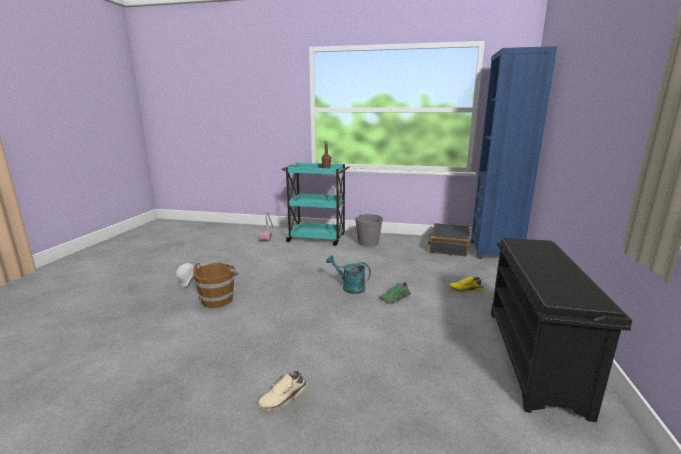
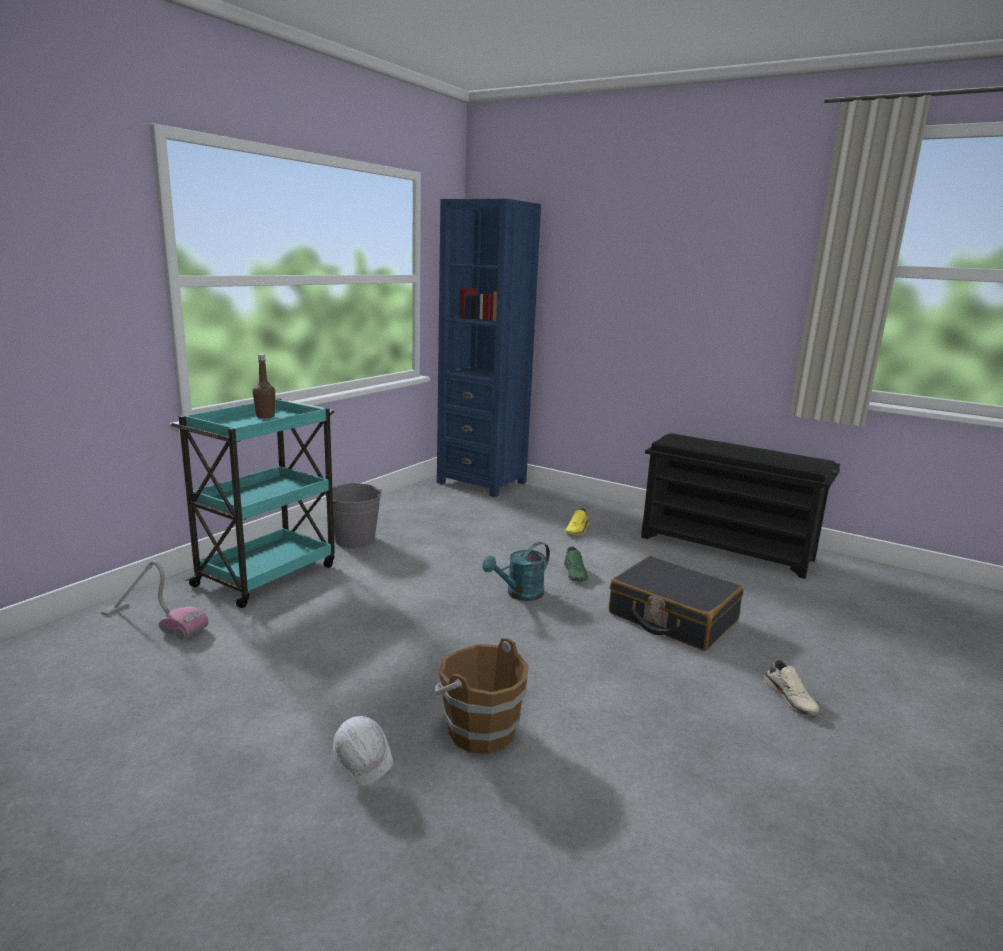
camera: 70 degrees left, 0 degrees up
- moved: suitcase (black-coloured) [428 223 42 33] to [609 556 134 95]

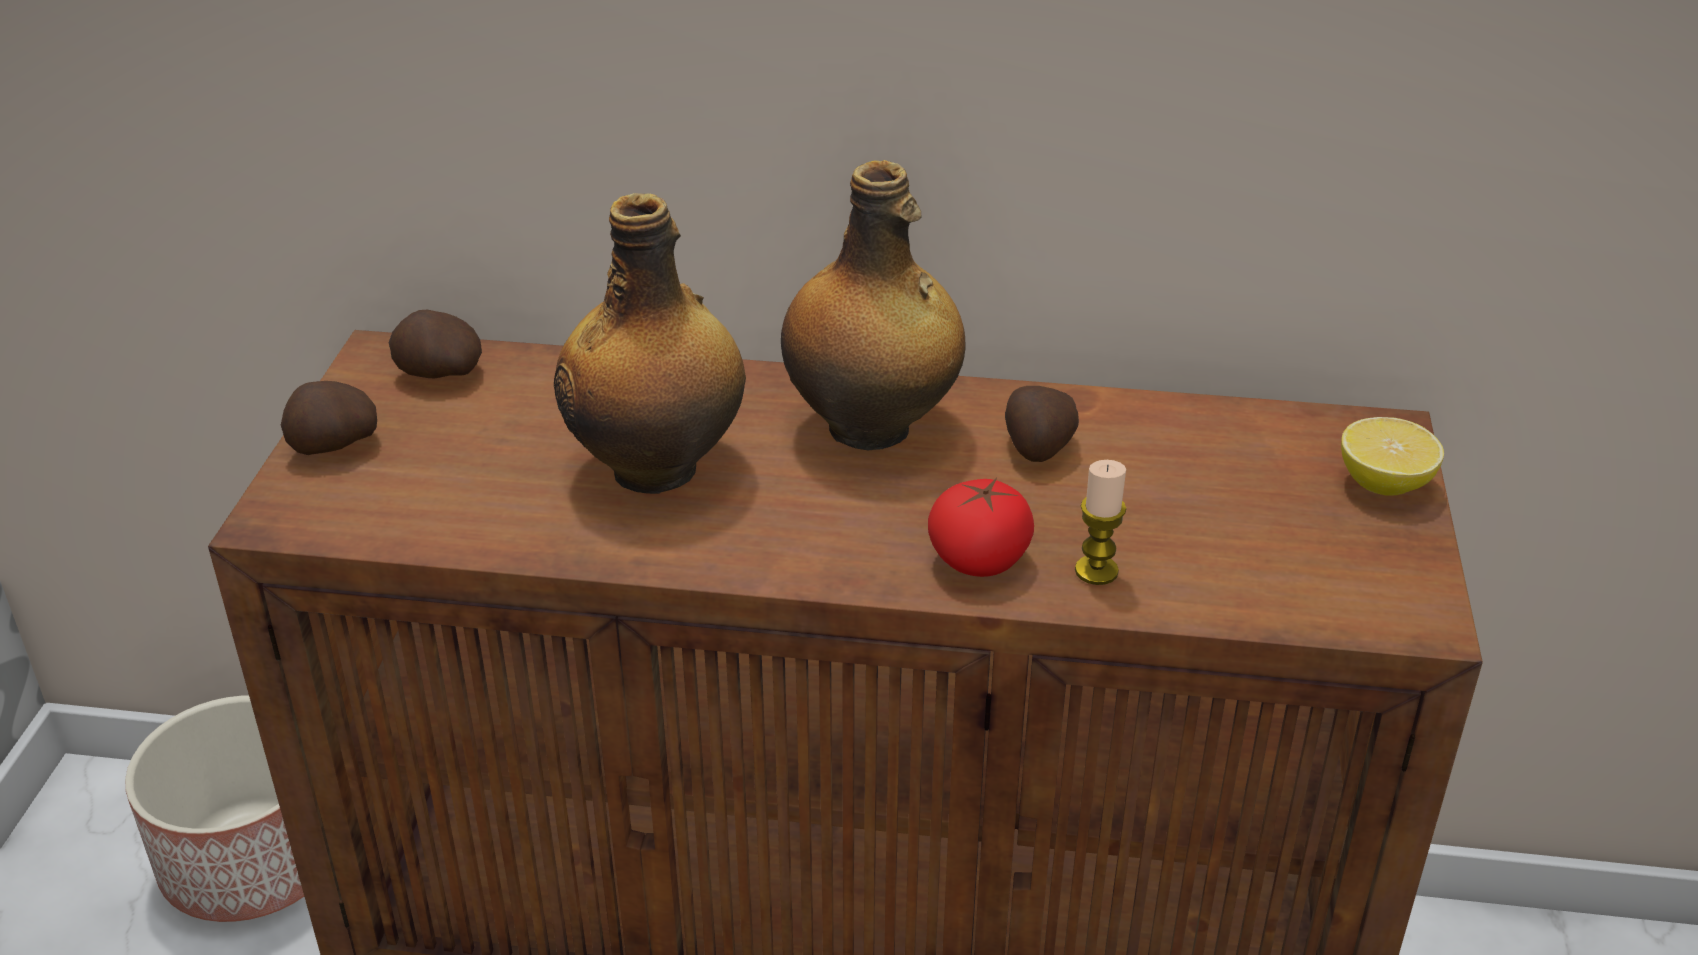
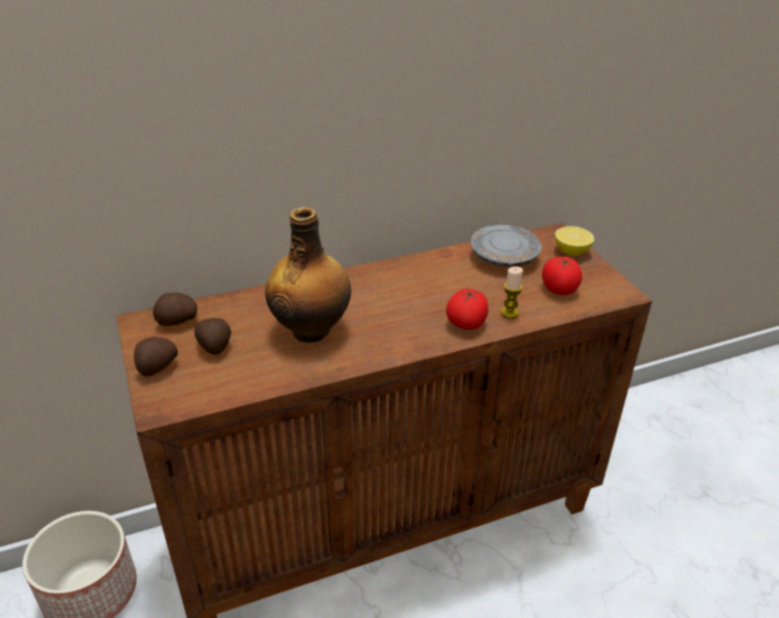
camera: 30 degrees left, 0 degrees up
- moved: spud [1005 386 74 76] to [194 318 37 37]
- added: plate (gray) [471 225 71 43]
- added: whole tomato [542 257 40 38]
- removed: drink bottle [781 160 184 291]

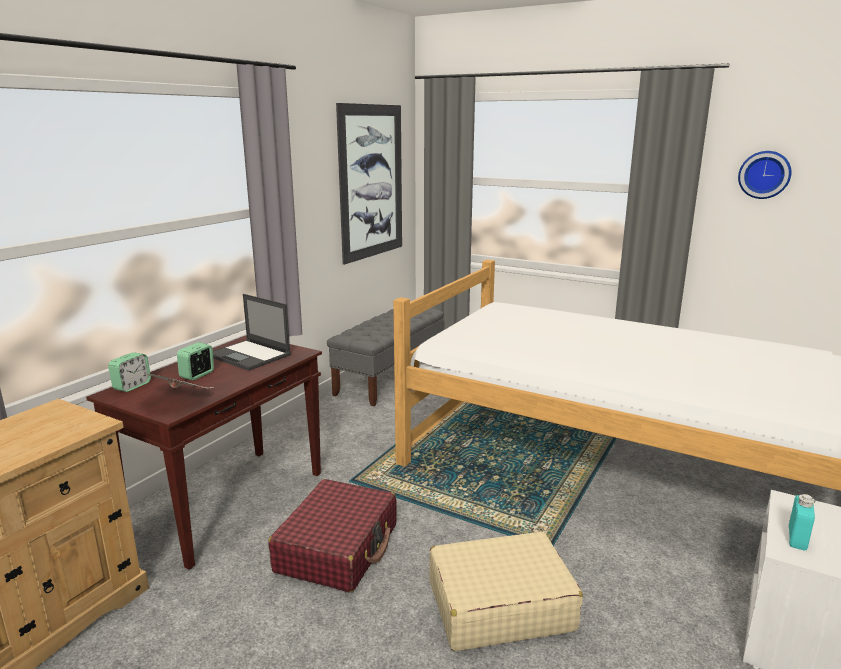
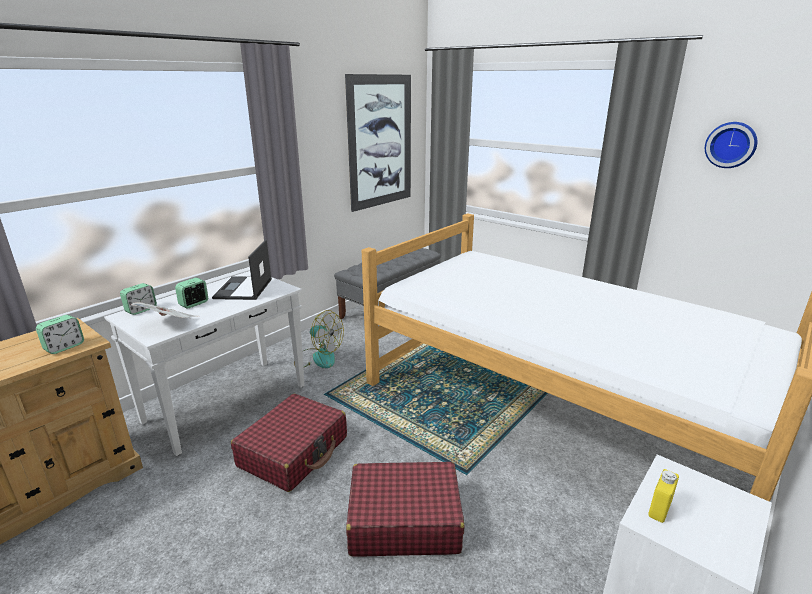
camera: 10 degrees right, 5 degrees up
- added: table clock [36 315 48 39]
- recoloured: hall table (brown-coloured) [86 335 236 235] to hall table (white-coloured) [104 271 201 185]
- turned: laptop [213 294 78 77] = [212 240 60 60] 45 degrees clockwise
- added: fan [294 310 50 58]
- recoloured: suitcase (beige) [429 531 154 120] to suitcase (red-coloured) [346 462 118 94]
- recoloured: drink bottle (turquoise-coloured) [789 494 27 57] to drink bottle (yellow-coloured) [649 469 30 54]

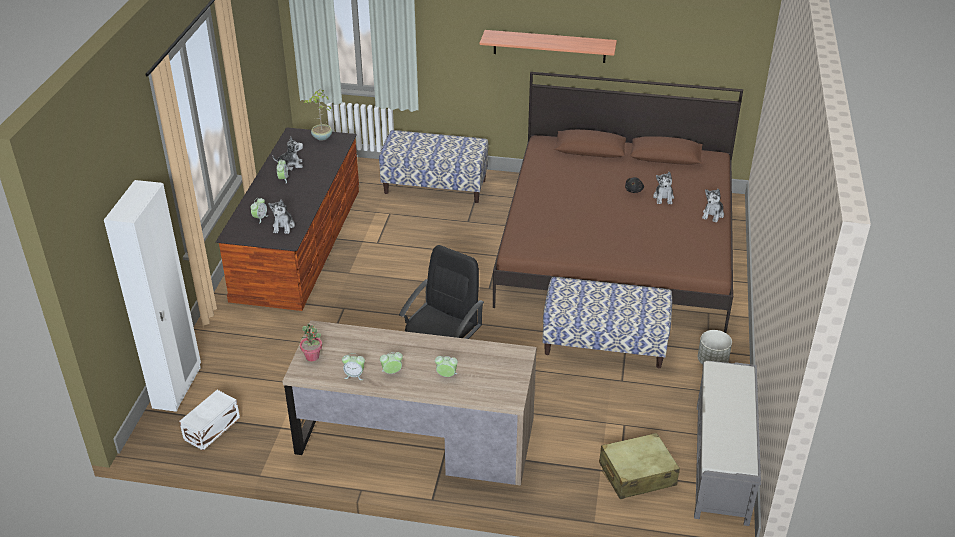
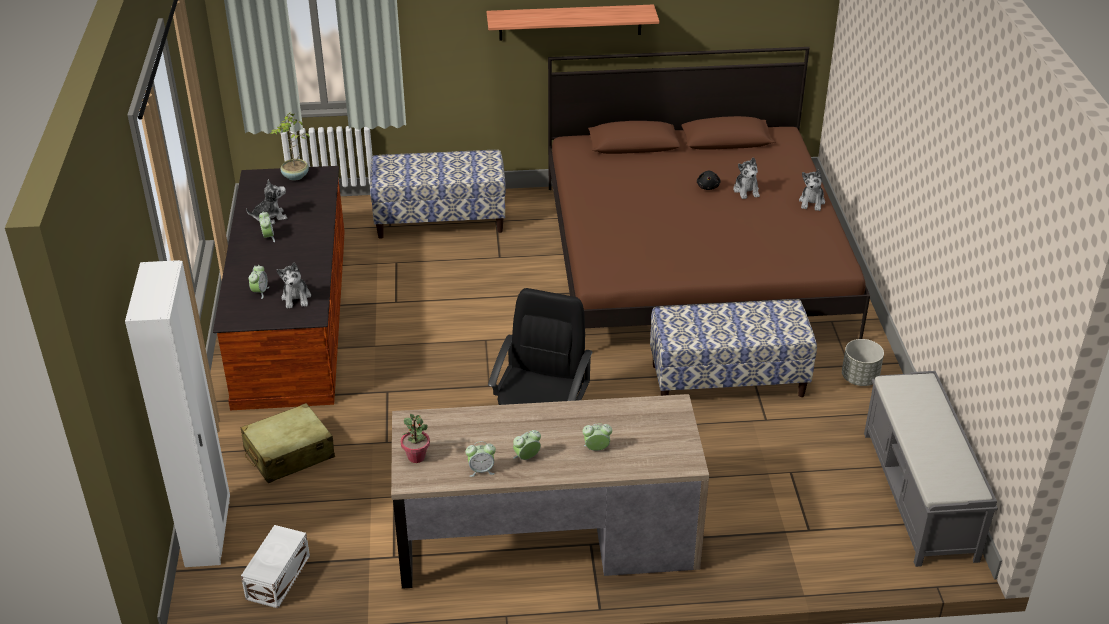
camera: 15 degrees left, 0 degrees up
- moved: suitcase (beige) [599 433 81 66] to [240 403 95 80]

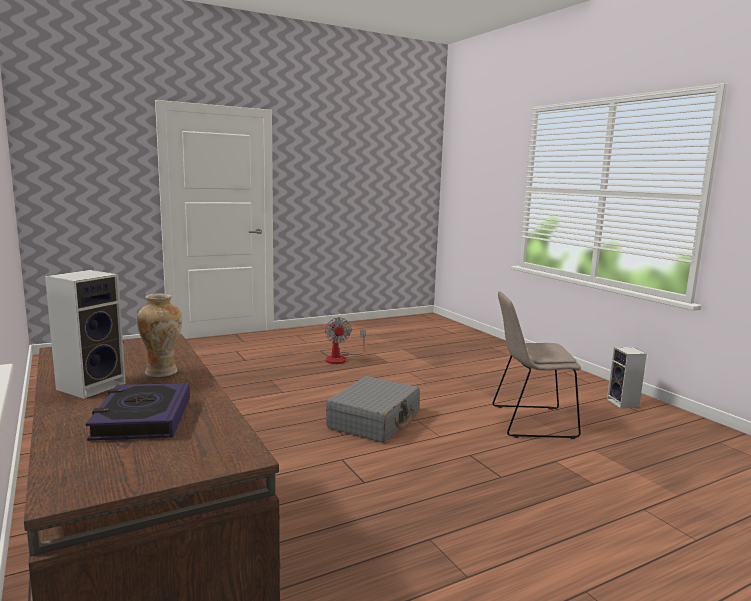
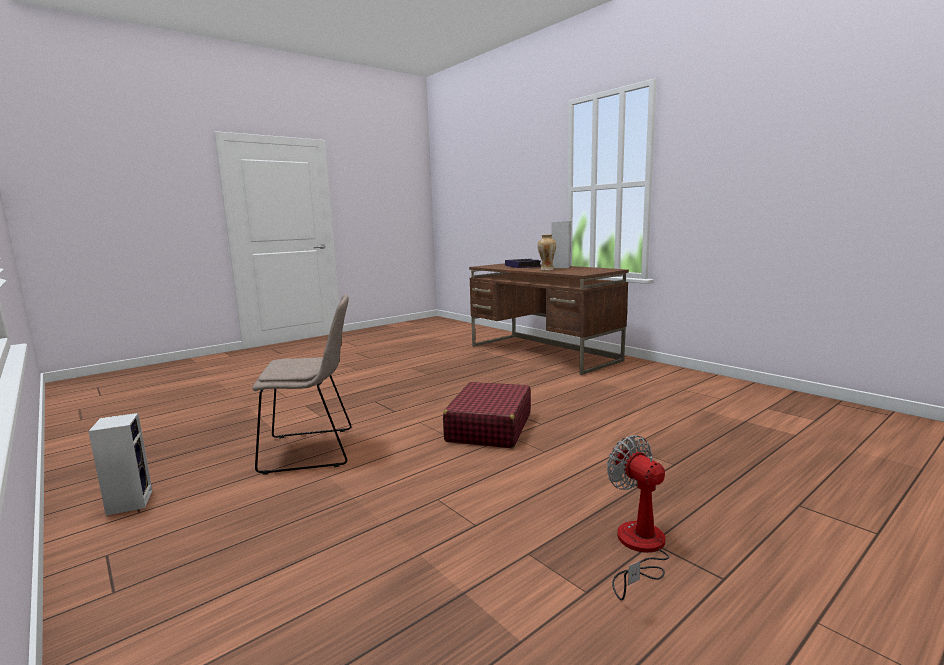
camera: 170 degrees right, 0 degrees up
- recoloured: suitcase (gray) [326 376 94 67] to suitcase (red-coloured) [443 382 88 66]

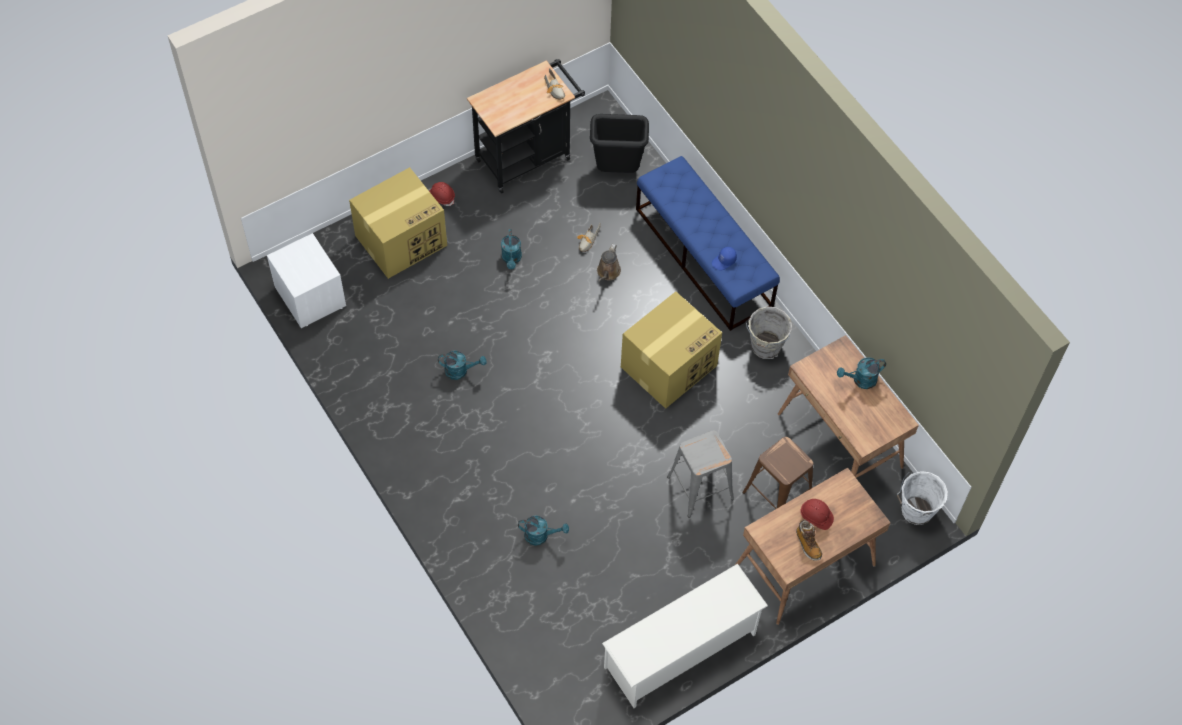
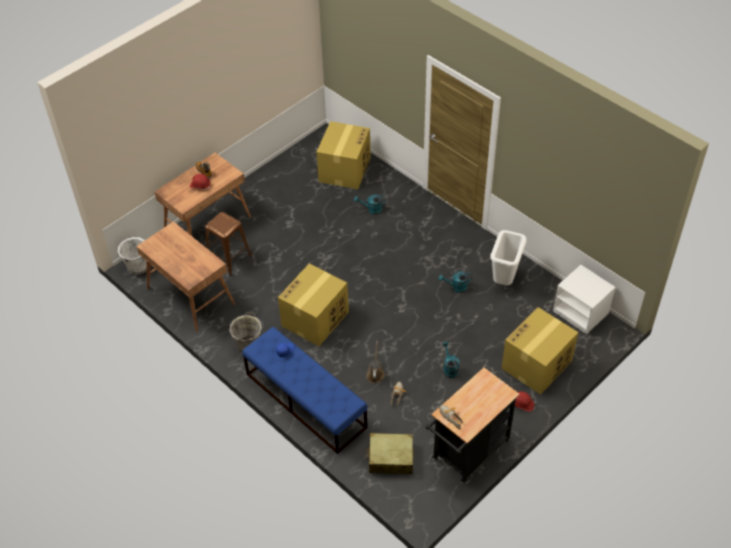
camera: 170 degrees right, 10 degrees down
- added: cardboard box [316 121 55 68]
- replaced: waste bin (black-coloured) [590 114 59 59] to suitcase (beige) [366 433 48 41]
- added: waste bin (white-coloured) [490 230 37 55]
- removed: shoe rack (white-coloured) [602 564 166 144]
- removed: stool seat (gray) [667 430 67 88]
- removed: watering pot (turquoise-coloured) [837 357 49 32]

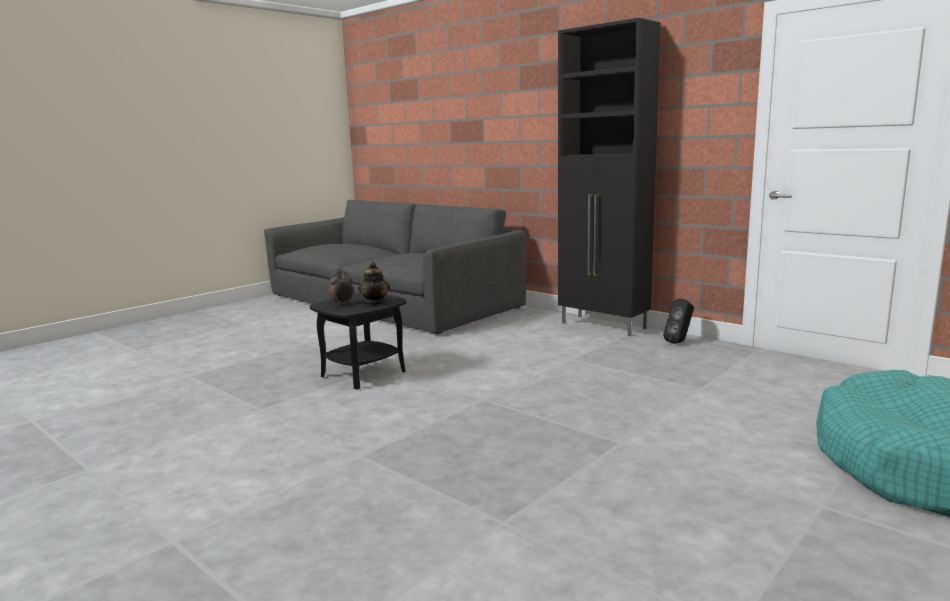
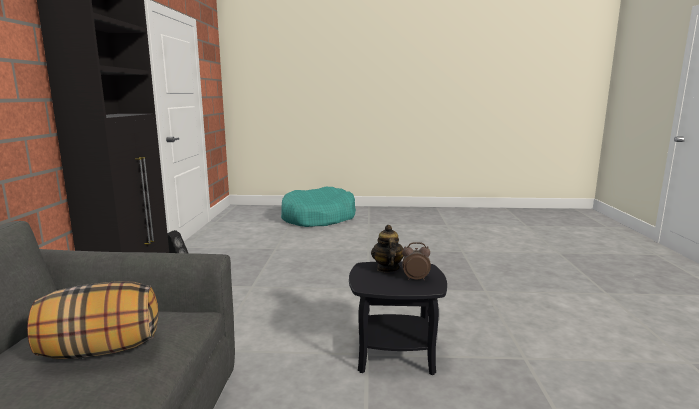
camera: 130 degrees left, 0 degrees up
- added: cushion [27 282 131 77]
- turned: pot for tea [358 262 32 43] = [371 225 33 47] 45 degrees counterclockwise

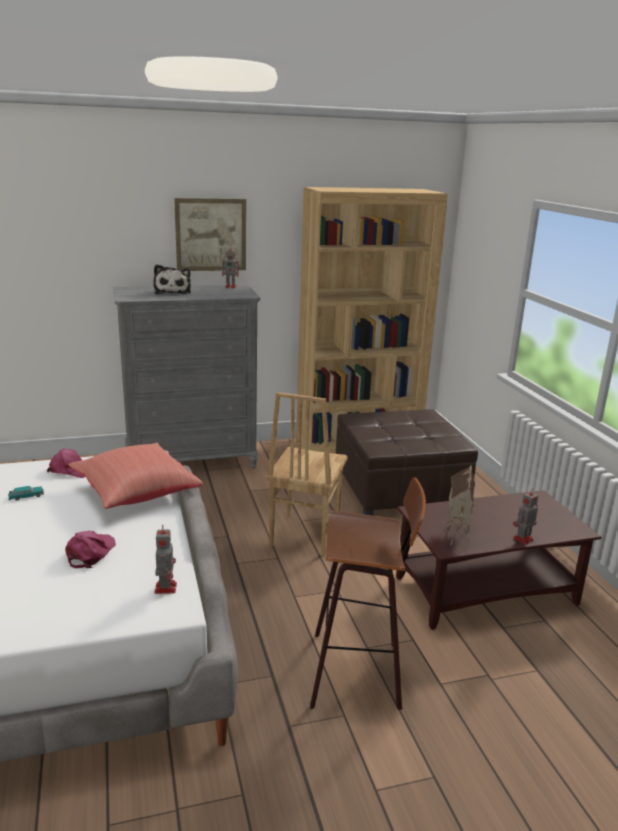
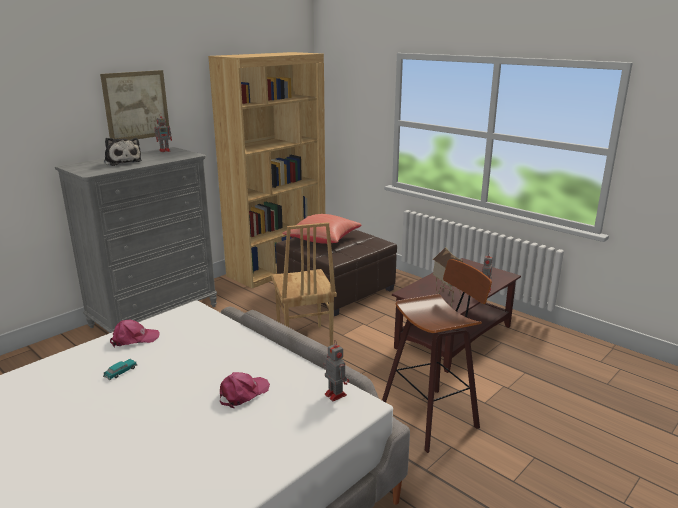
camera: 30 degrees left, 0 degrees up
- turned: baseball cap (pink-coloured) [65 531 51 37] = [220 372 50 36] 60 degrees clockwise
- moved: cushion (red-coloured) [68 443 135 66] to [282 214 79 30]

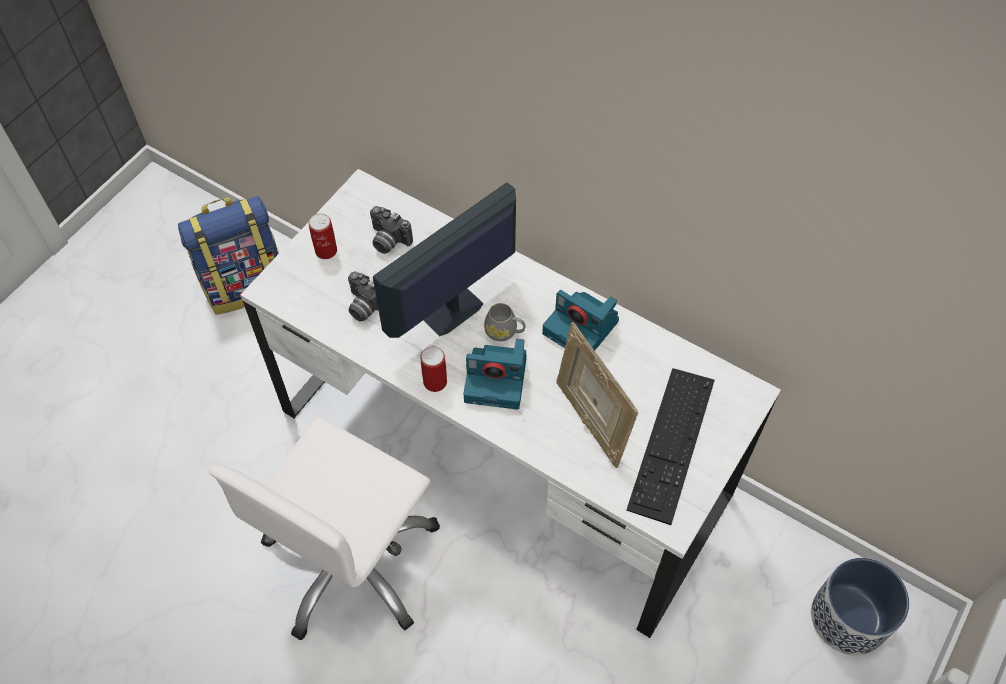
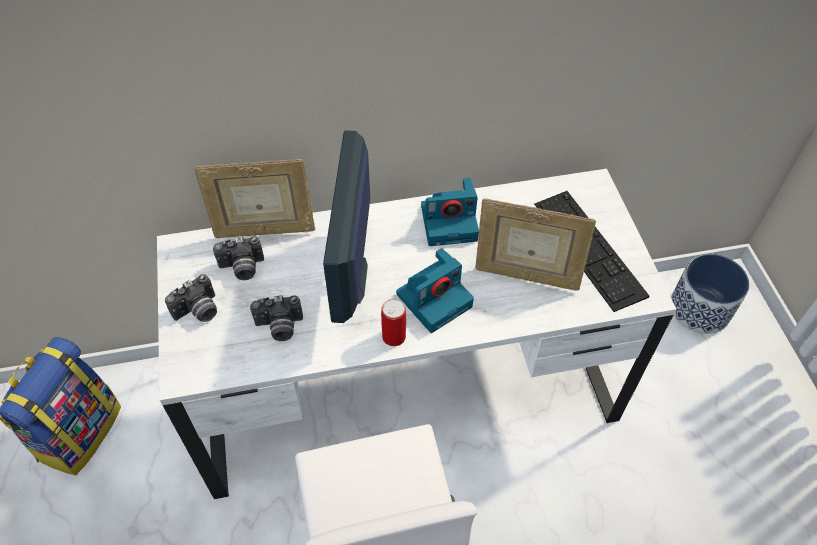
camera: 45 degrees left, 5 degrees down
- replaced: sealed can [308 213 29 46] to still camera [165 274 52 48]
- added: photo frame [194 159 121 79]
- removed: mug (gray) [484 303 41 38]

